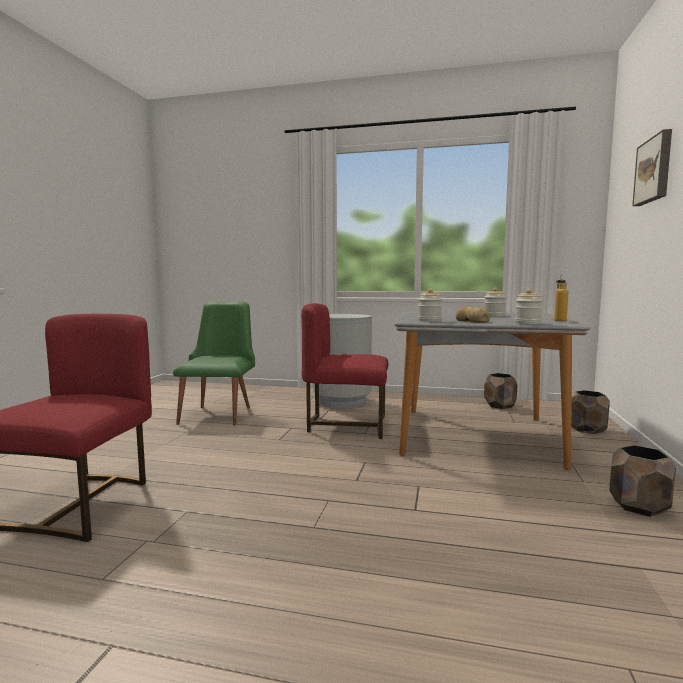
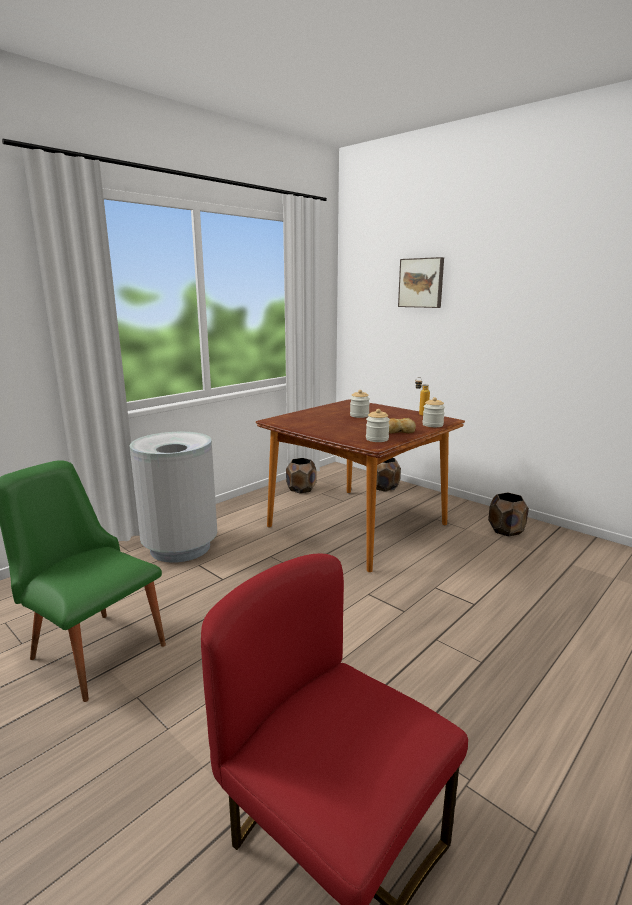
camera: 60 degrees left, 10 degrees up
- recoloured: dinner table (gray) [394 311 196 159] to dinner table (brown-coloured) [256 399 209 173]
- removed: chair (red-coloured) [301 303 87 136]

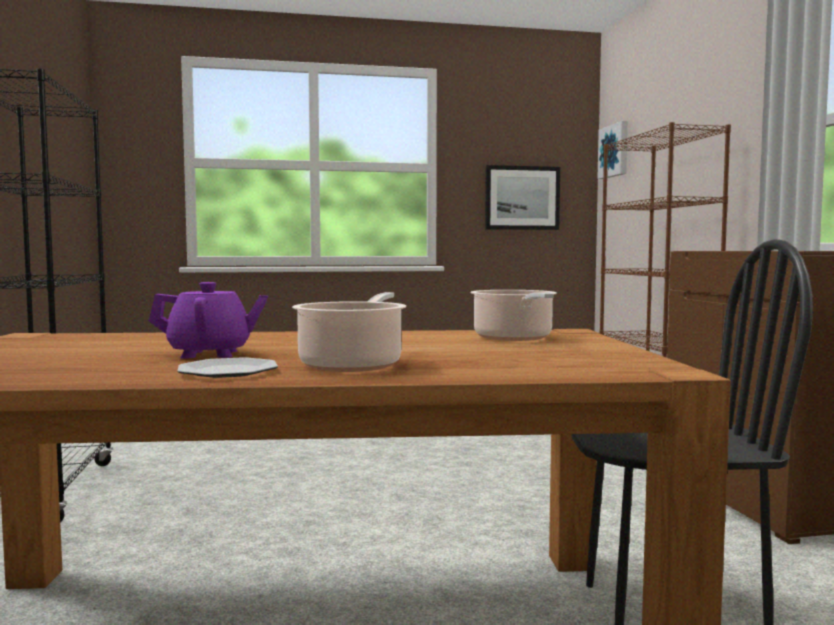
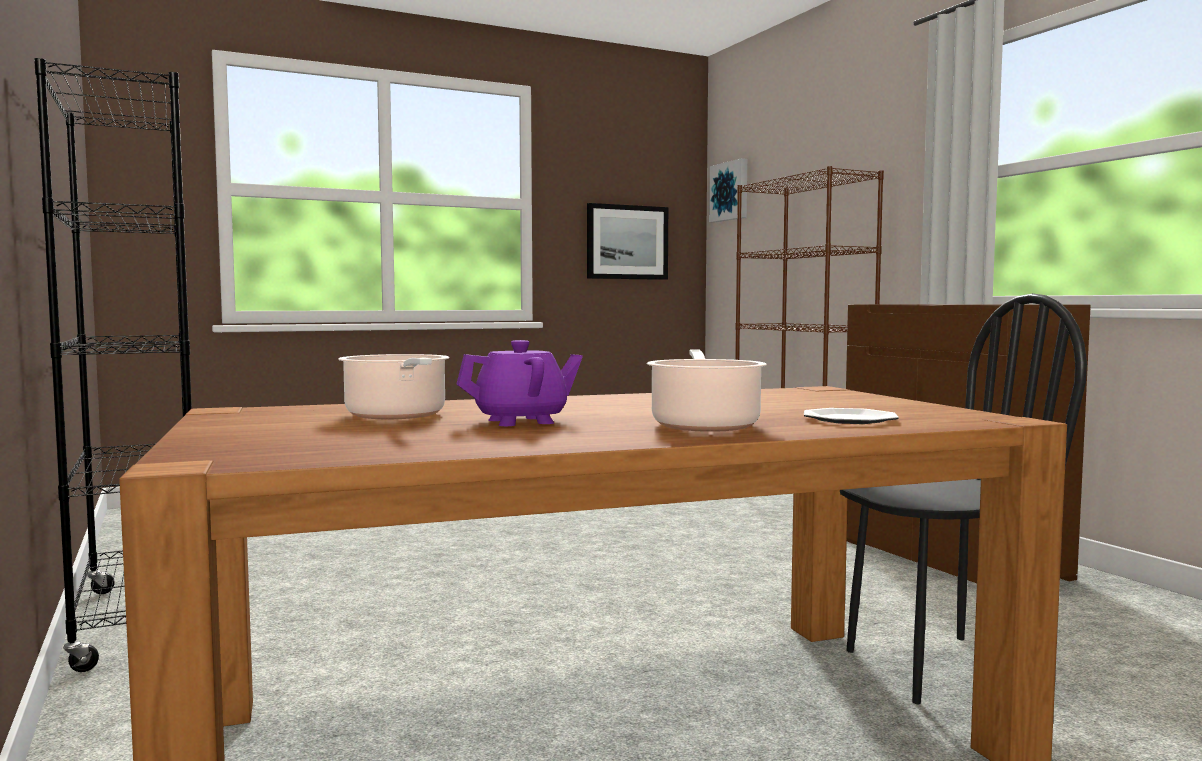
camera: 15 degrees left, 0 degrees up
- moved: cooking pot [470 290 87 51] to [338 354 111 65]
- moved: plate [178 357 100 21] to [804 408 95 16]

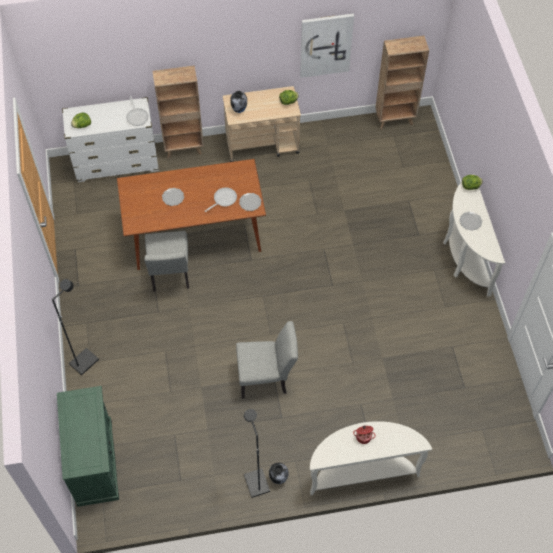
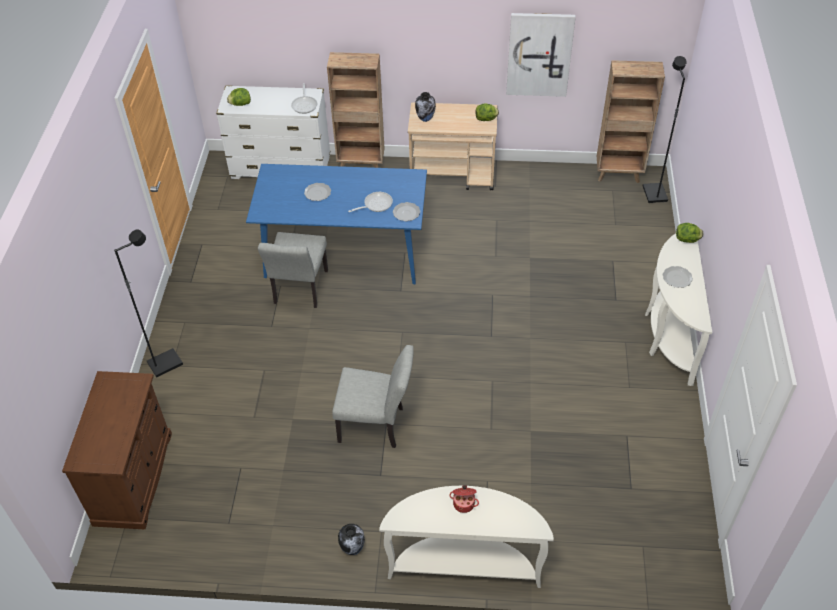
camera: 15 degrees right, 10 degrees down
- recoloured: cabinet (green) [57 386 62 121] to cabinet (brown-coloured) [62 371 110 158]
- recoloured: dinner table (brown-coloured) [117 159 149 111] to dinner table (blue-coloured) [246 164 181 120]
- moved: standard lamp (black-coloured) [244 409 26 89] to [643 56 44 147]

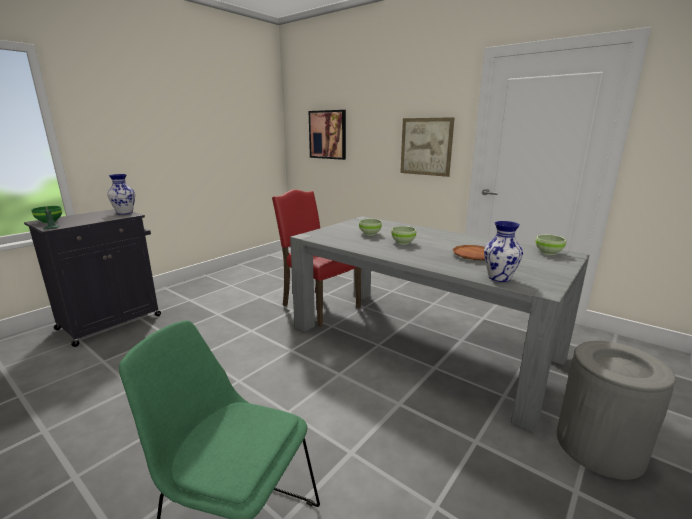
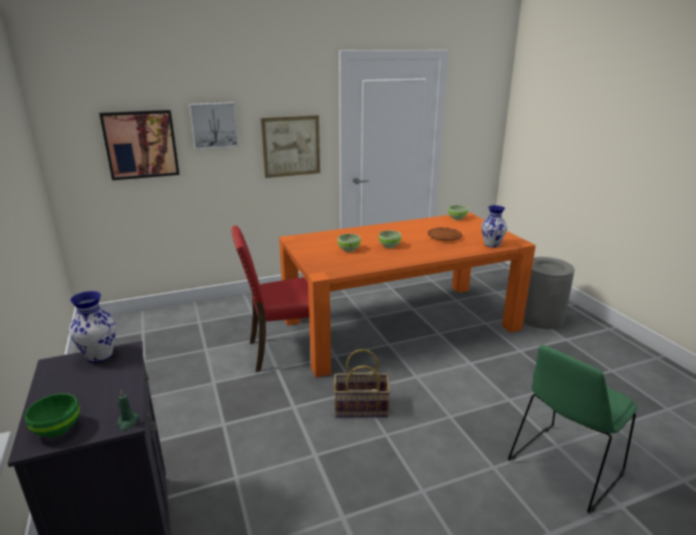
camera: 60 degrees left, 5 degrees up
- added: wall picture [189 102 49 48]
- recoloured: dinner table (gray) [290 216 299 217] to dinner table (orange) [279 212 257 166]
- added: basket [334 349 57 68]

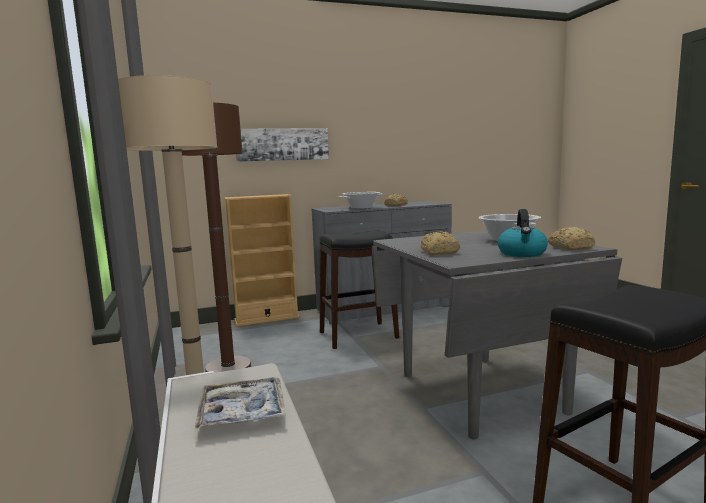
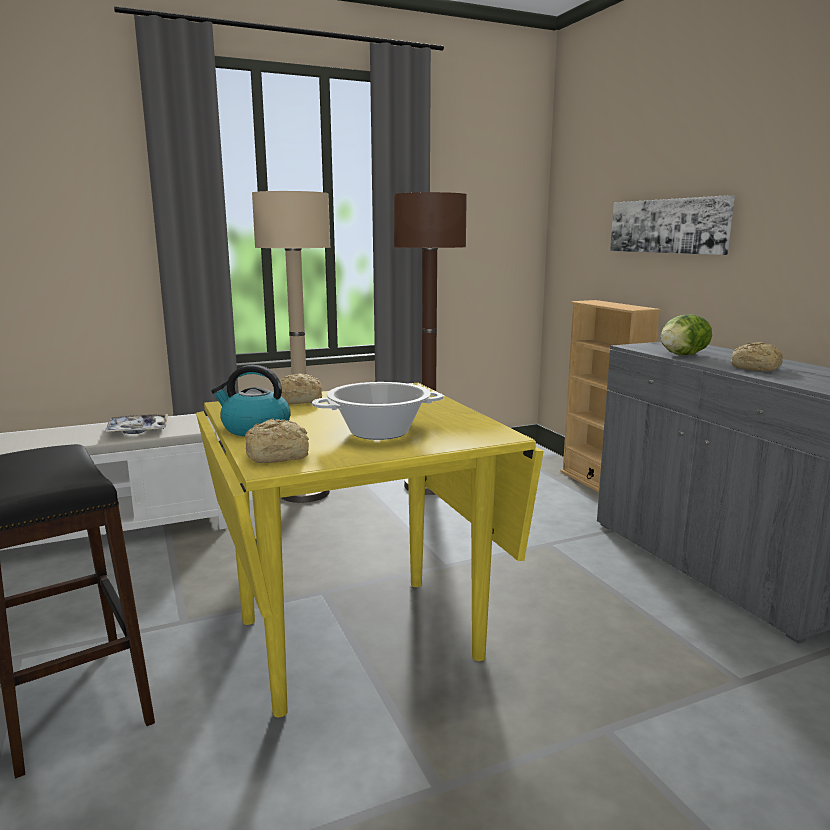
camera: 85 degrees right, 5 degrees up
- recoloured: dinner table (gray) [372 230 250 210] to dinner table (yellow-coloured) [196 383 348 334]
- replaced: cooking pot [339 192 44 17] to head of lettuce [661 314 51 41]
- removed: stool seat (black-coloured) [319 230 81 119]

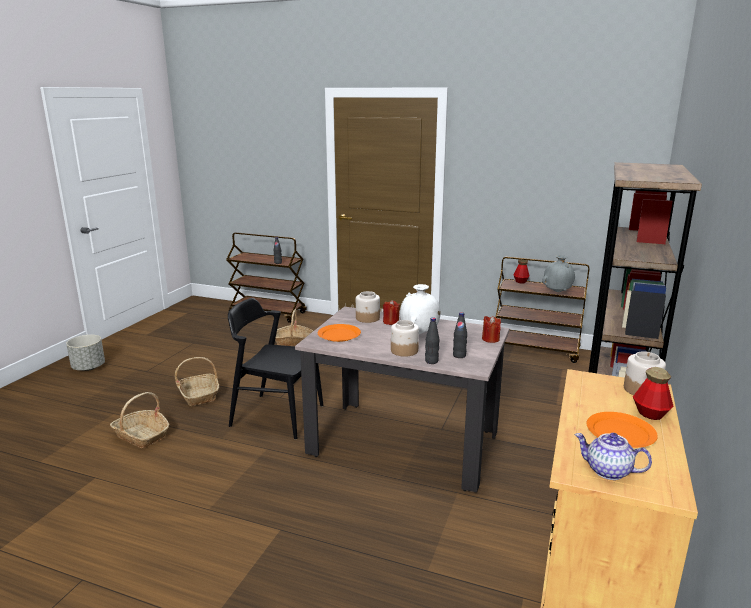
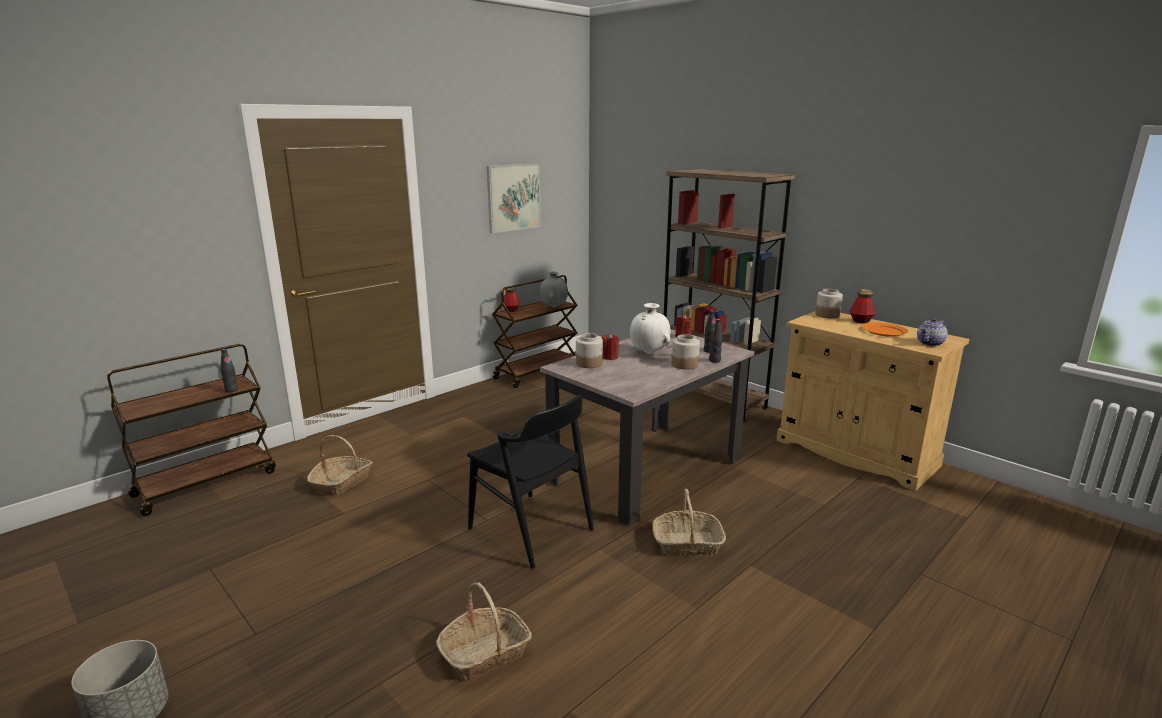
camera: 65 degrees left, 0 degrees up
- turned: chair (black-coloured) [228 298 95 142] = [467 395 127 174] 90 degrees counterclockwise
- added: wall picture [487 163 54 70]
- moved: basket [175 357 44 49] to [652 489 74 67]
- removed: plate (orange) [318 324 43 18]

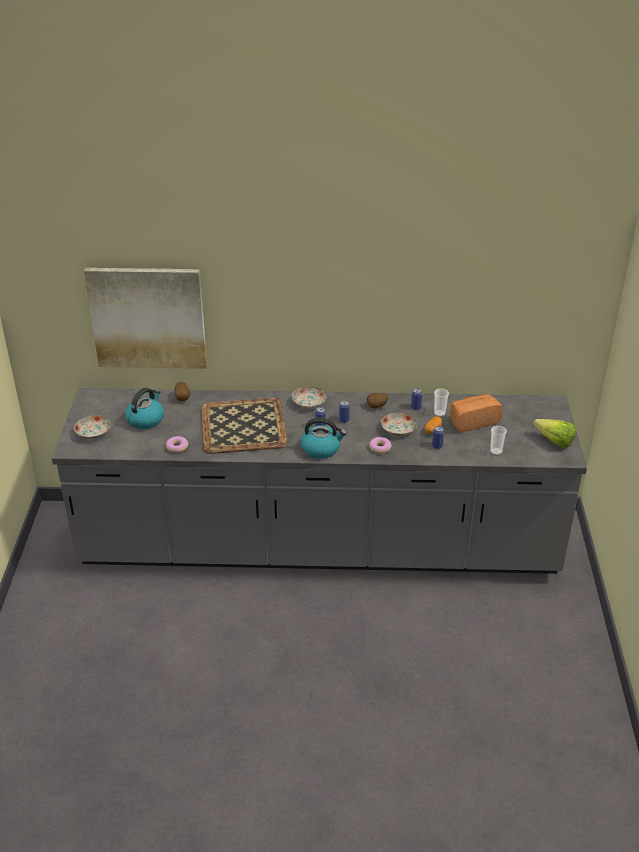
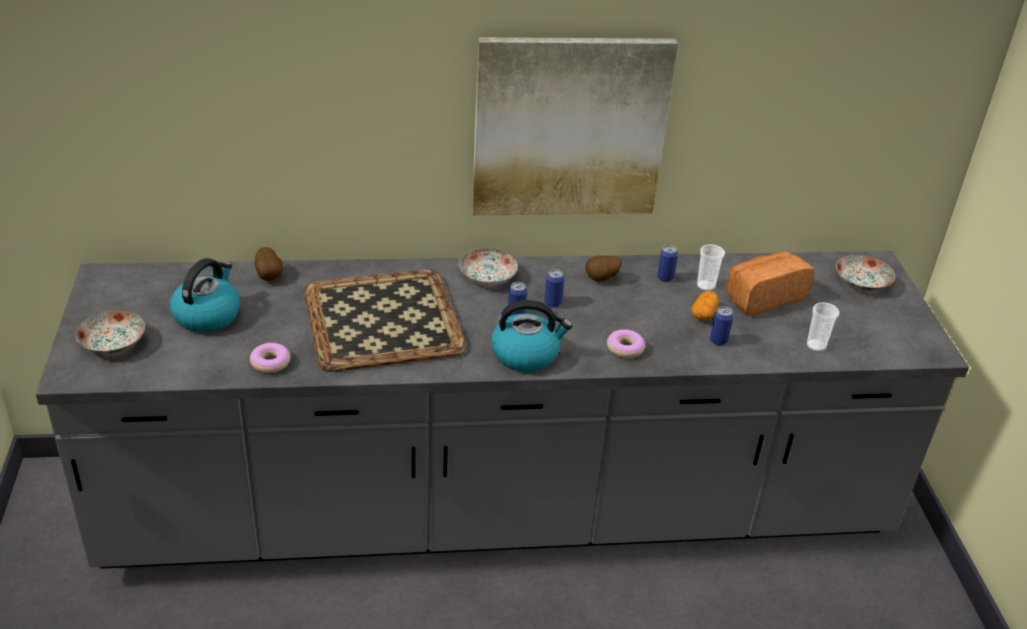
camera: 10 degrees left, 0 degrees up
- moved: wall picture [84 268 123 101] to [472 37 206 179]
- moved: plate [381 413 36 23] to [836 255 59 36]
- removed: head of lettuce [533 419 43 29]

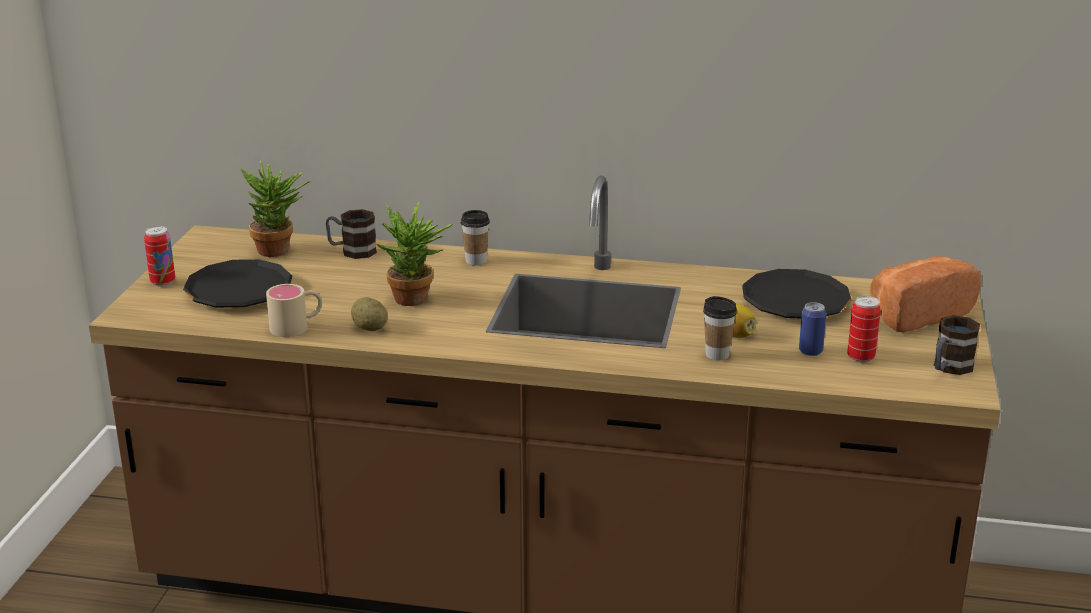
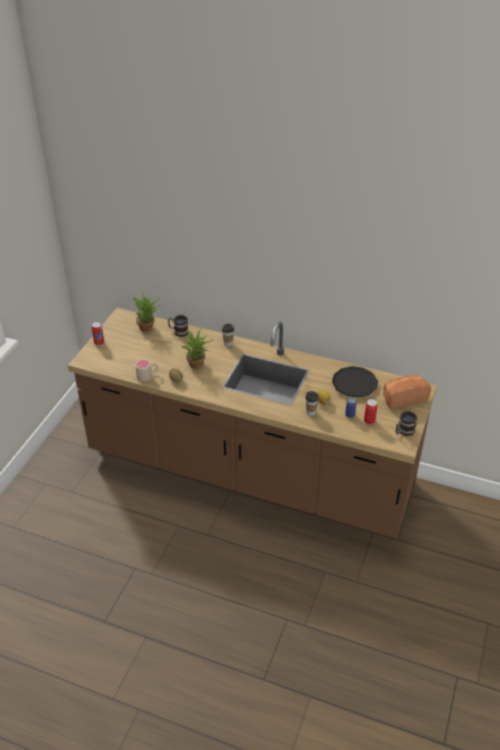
camera: 10 degrees right, 15 degrees up
- removed: plate (black-coloured) [183 259 109 49]

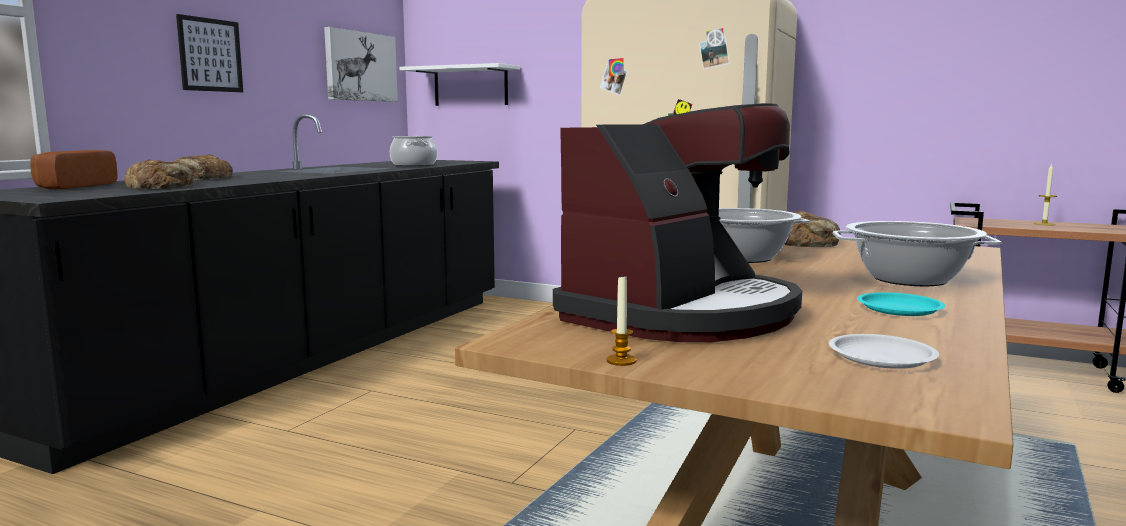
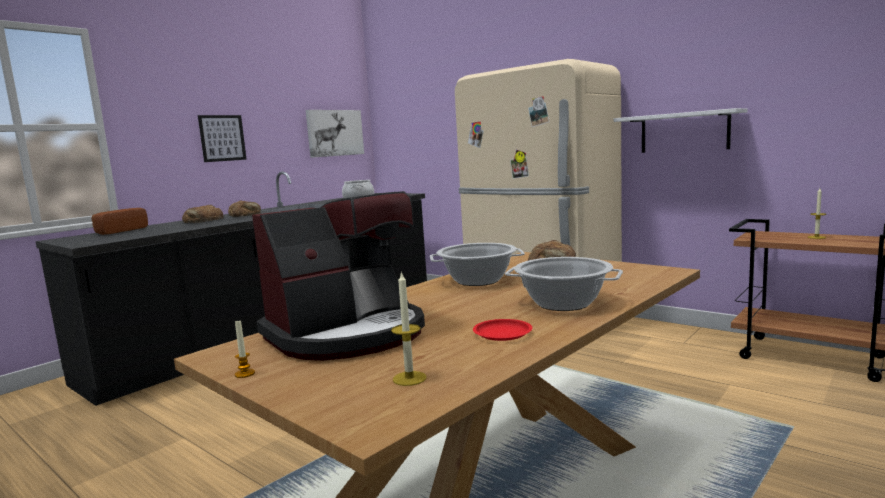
camera: 15 degrees right, 0 degrees up
- moved: bread [124 160 70 29] to [228 201 33 16]
- replaced: plate (white-coloured) [829 334 110 35] to candle [391 271 36 115]
- recoloured: plate (turquoise-coloured) [857 292 88 24] to plate (red-coloured) [473 319 59 22]
- moved: shelf (white-coloured) [399 63 121 43] to [614 108 134 45]

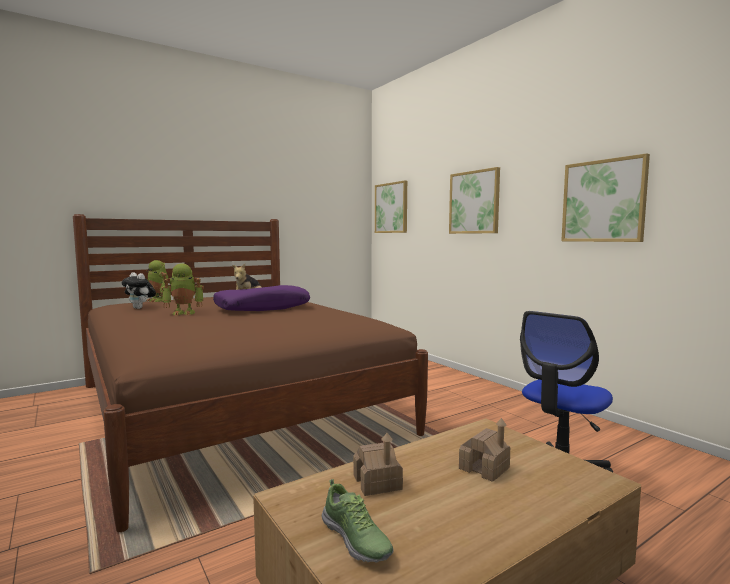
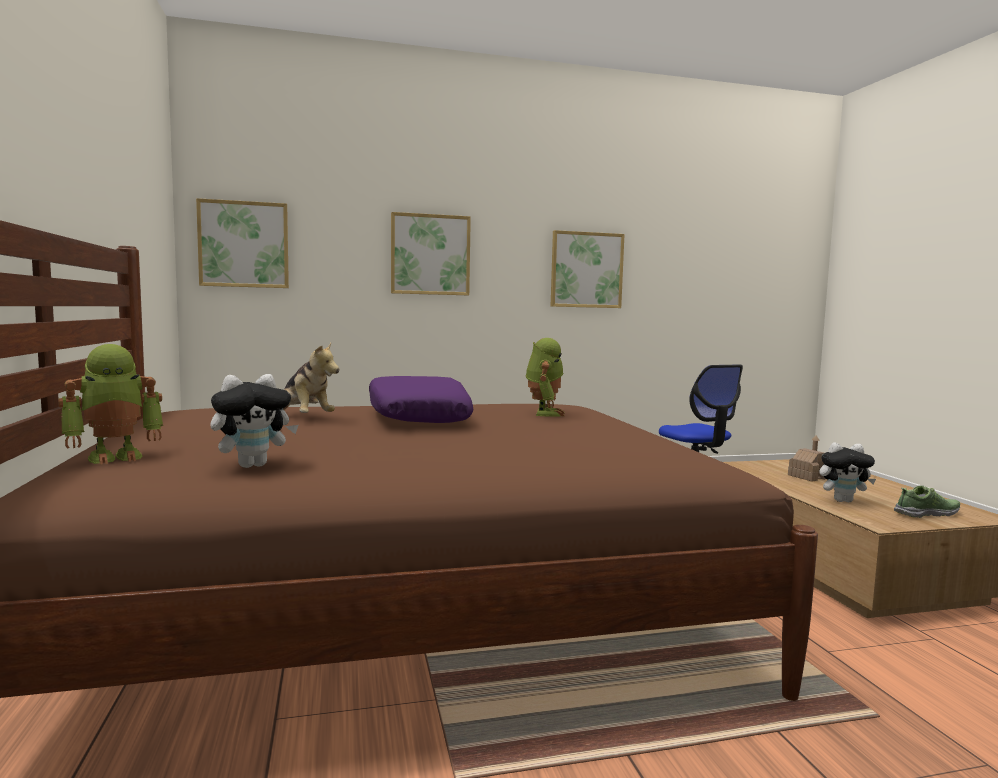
camera: 70 degrees left, 0 degrees up
- moved: robot figure [162 263 42 53] to [526 338 39 79]
- replaced: toy house [353 433 50 63] to cuddly toy [819 443 57 59]

